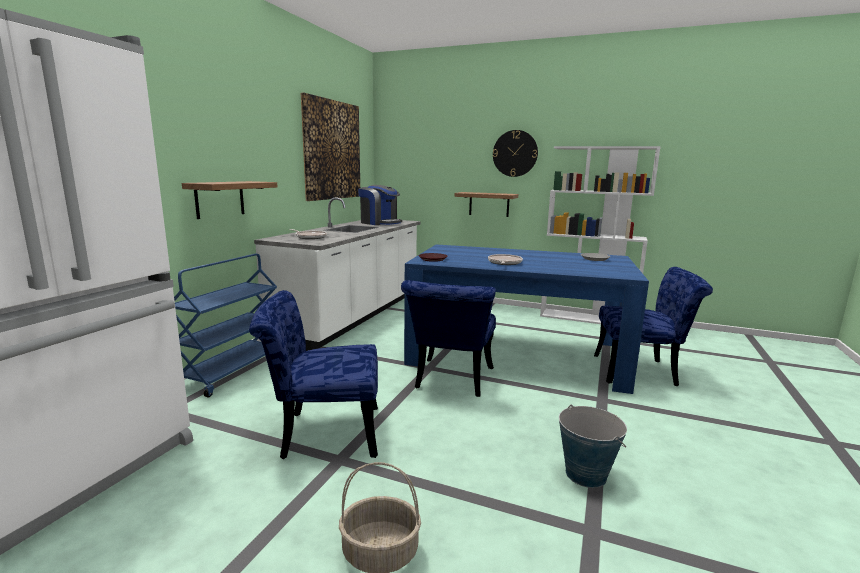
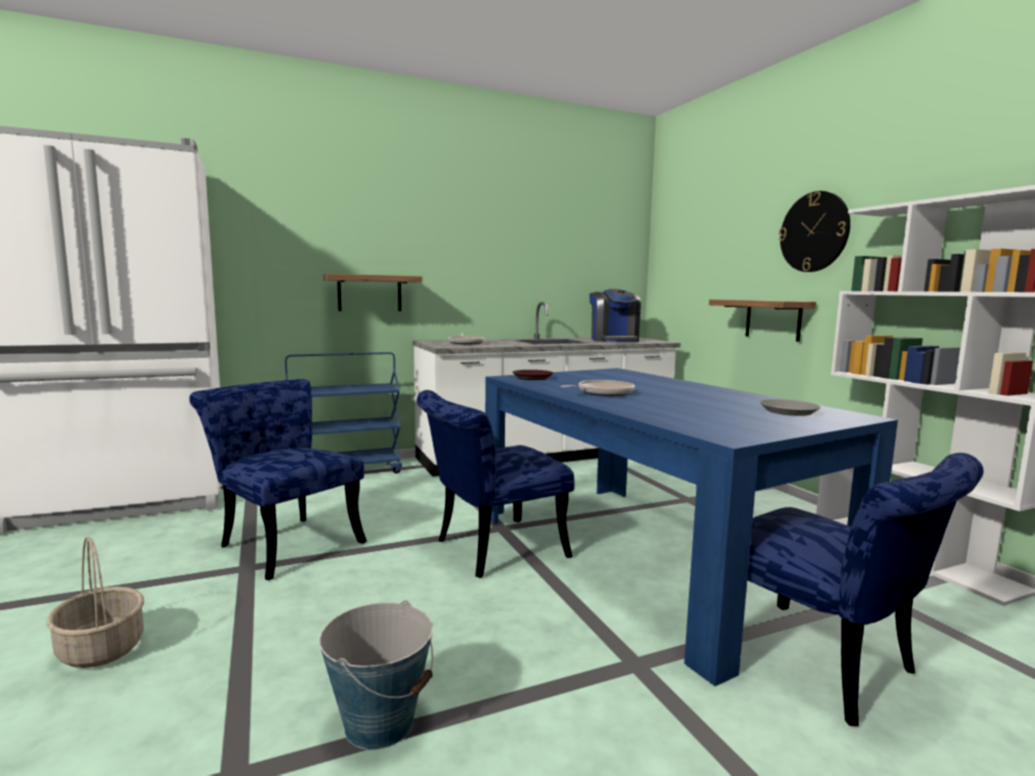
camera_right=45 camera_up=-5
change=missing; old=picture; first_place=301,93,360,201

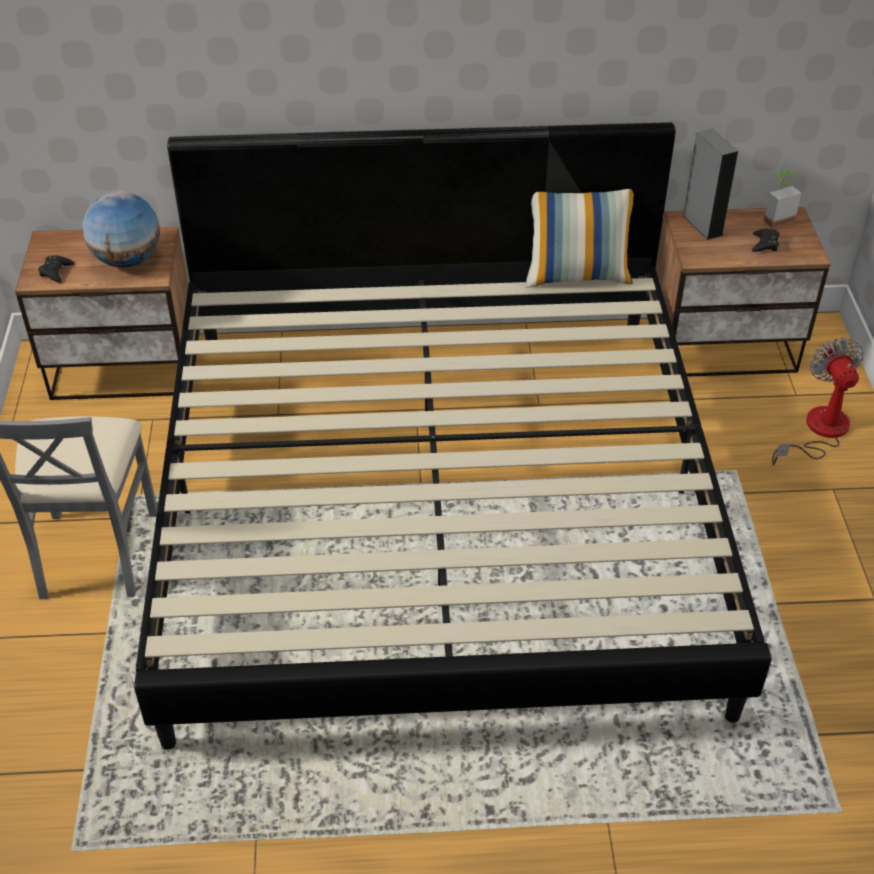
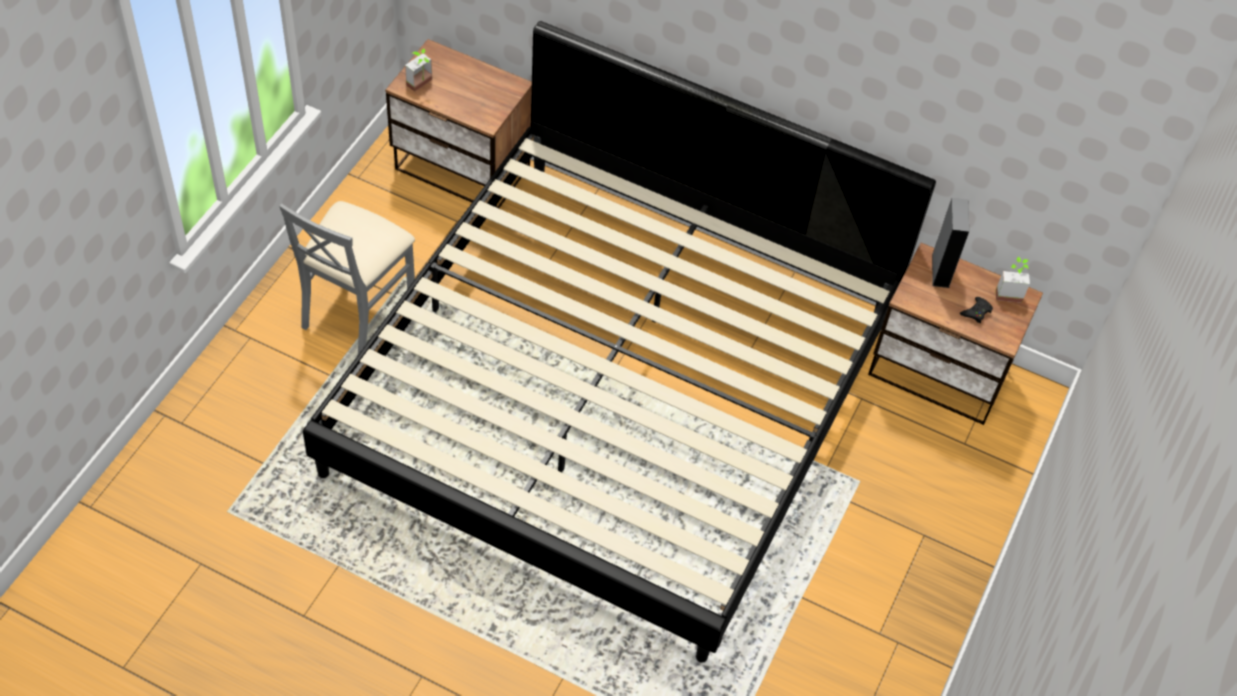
camera_right=25 camera_up=10
change=exchanged; old=game controller in black; new=potted plant; first_place=38,255,74,283; second_place=405,49,432,92
change=missing; old=globe; first_place=83,191,160,267
change=missing; old=pillow; first_place=526,189,634,288
change=missing; old=fan; first_place=772,338,863,465

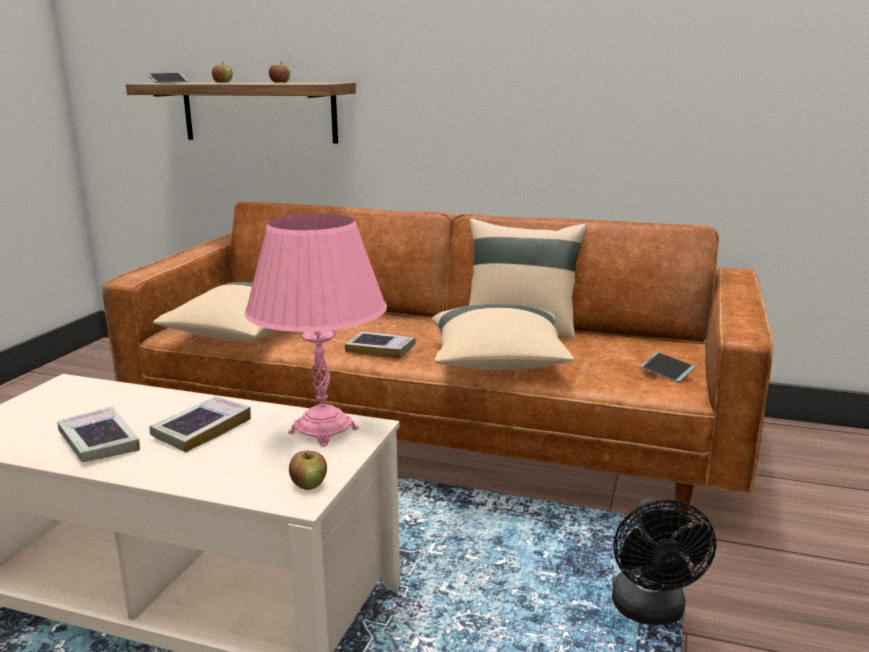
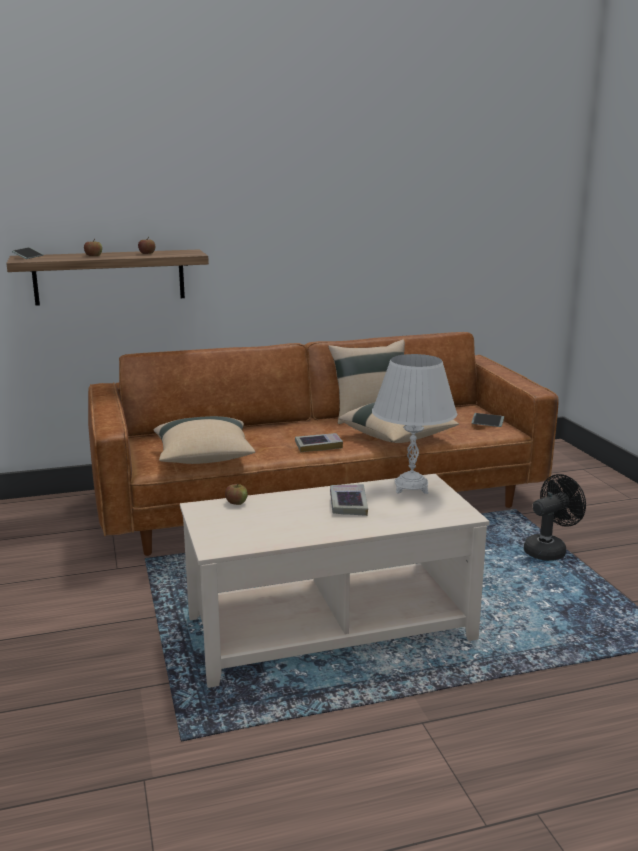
camera_right=-35 camera_up=0
change=missing; old=book; first_place=57,407,140,462
change=colour; old=table lamp in pink; new=table lamp in white; first_place=245,213,387,447; second_place=372,354,457,494
change=relocated; old=apple; first_place=289,451,327,490; second_place=225,484,248,505
change=spun; old=fan in black; first_place=612,498,716,625; second_place=524,474,586,561; degrees=-90

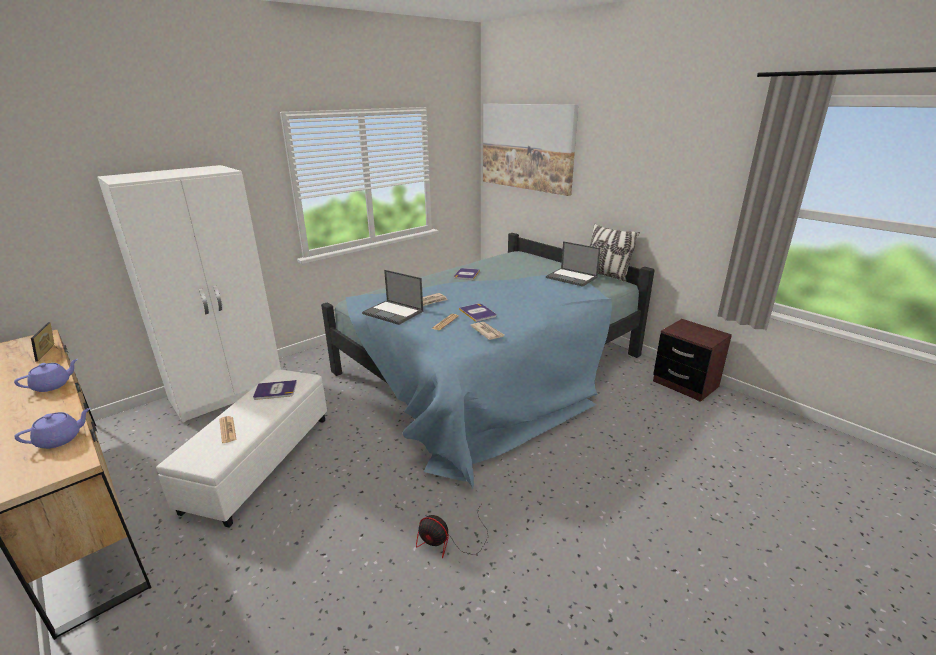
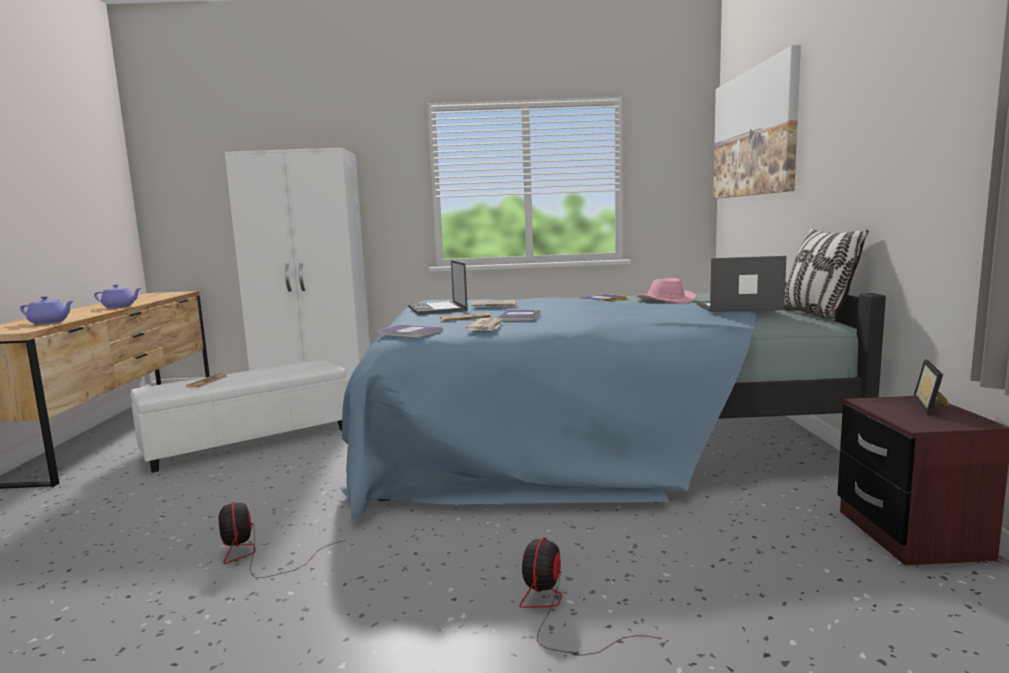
camera_right=40 camera_up=-15
change=relocated; old=picture frame; first_place=31,322,59,361; second_place=913,360,949,415
change=relocated; old=book; first_place=253,380,297,400; second_place=376,325,443,338
change=spun; old=laptop; first_place=546,241,601,287; second_place=697,256,787,312; degrees=105
change=appeared; new=fan; second_place=520,537,662,656
change=appeared; new=hat in pink; second_place=636,278,697,304

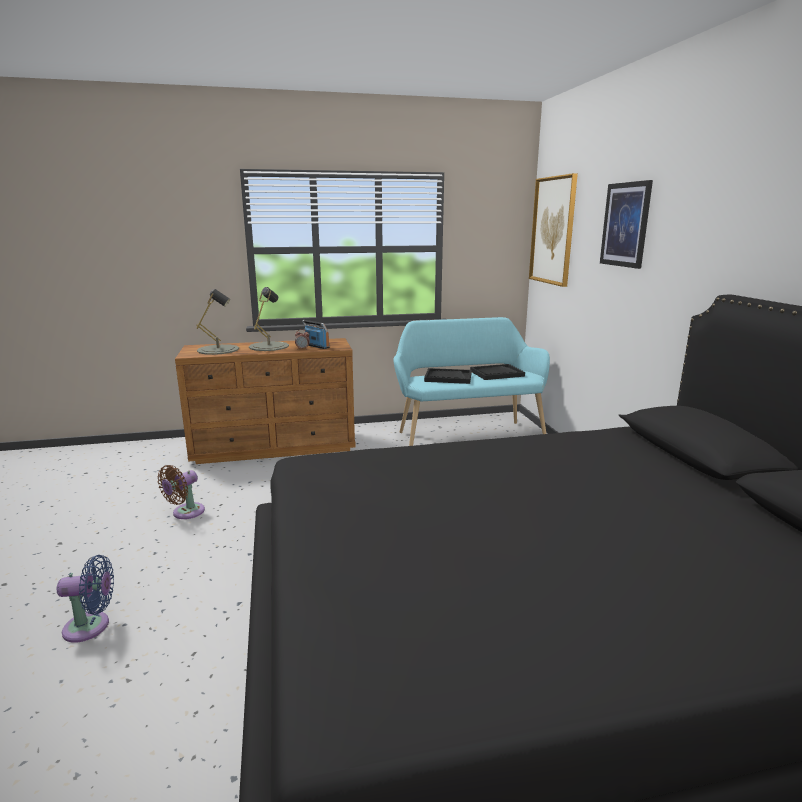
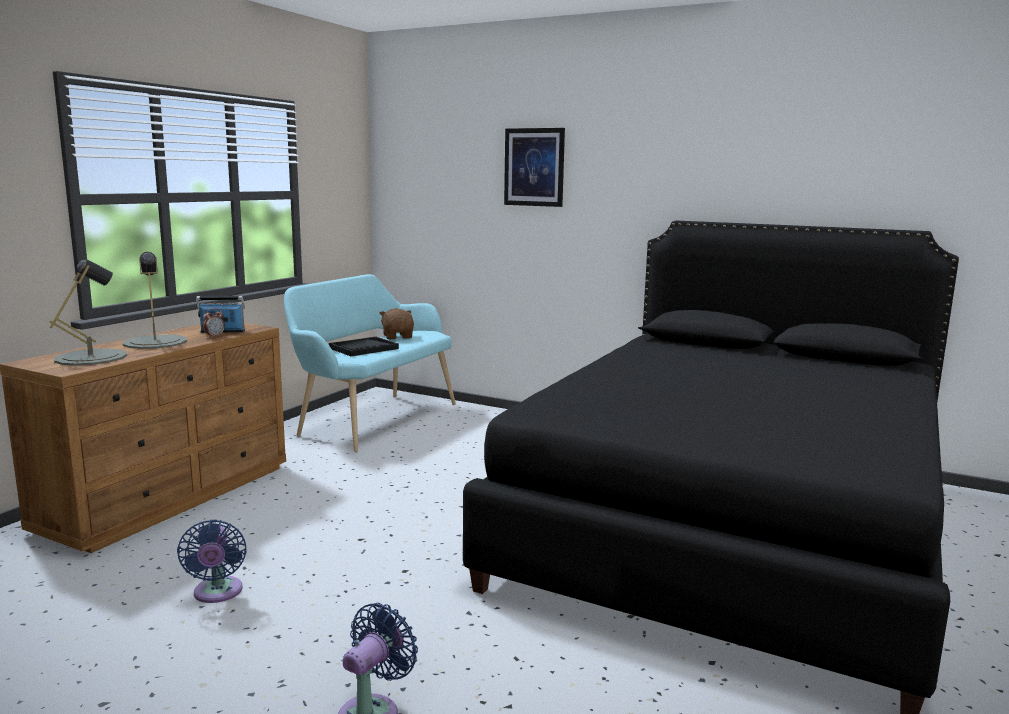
camera_right=-50 camera_up=-5
change=colour; old=fan in brown; new=fan in blue; first_place=157,465,205,519; second_place=177,520,247,603
change=exchanged; old=tray in black; new=plush toy in brown; first_place=470,364,525,380; second_place=380,308,414,339
change=missing; old=picture; first_place=529,173,578,287

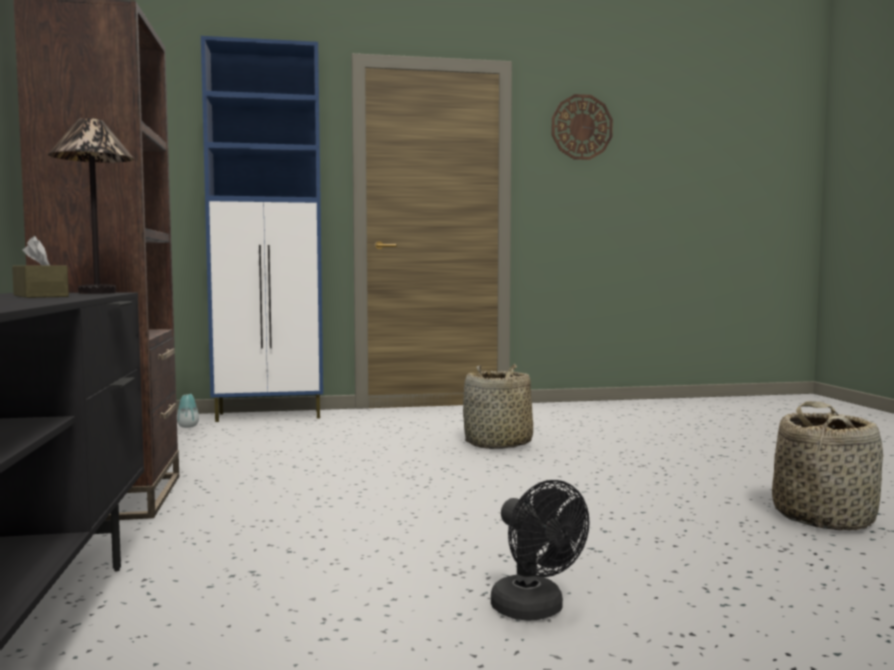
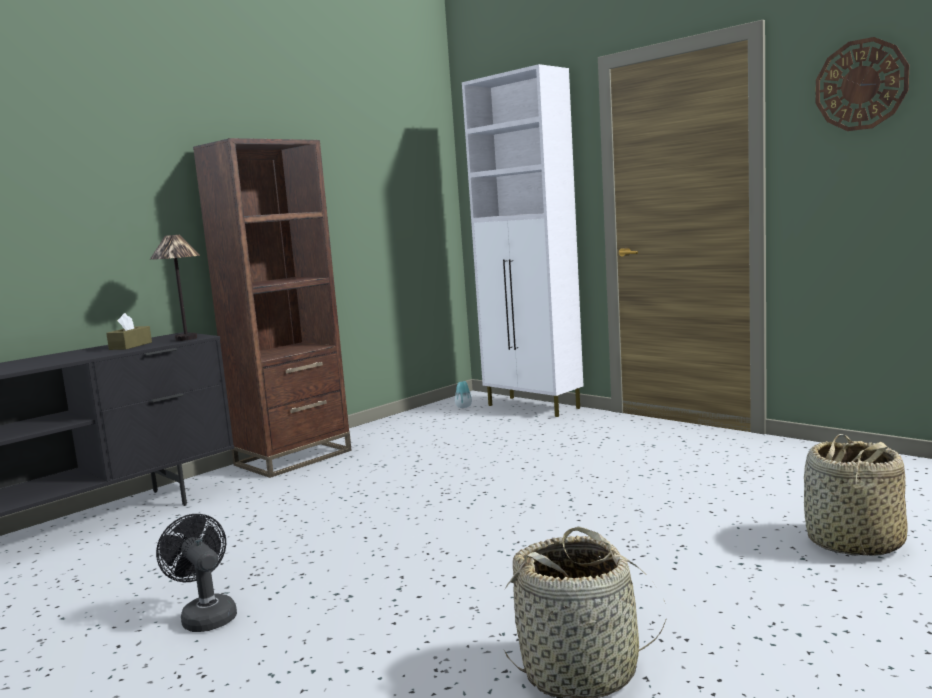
camera_right=55 camera_up=5
change=colour; old=cabinet in blue; new=cabinet in white; first_place=201,36,323,422; second_place=462,64,583,417
change=relocated; old=basket; first_place=463,364,533,449; second_place=804,434,908,556
change=spun; old=fan in black; first_place=491,480,589,620; second_place=156,514,237,632; degrees=120

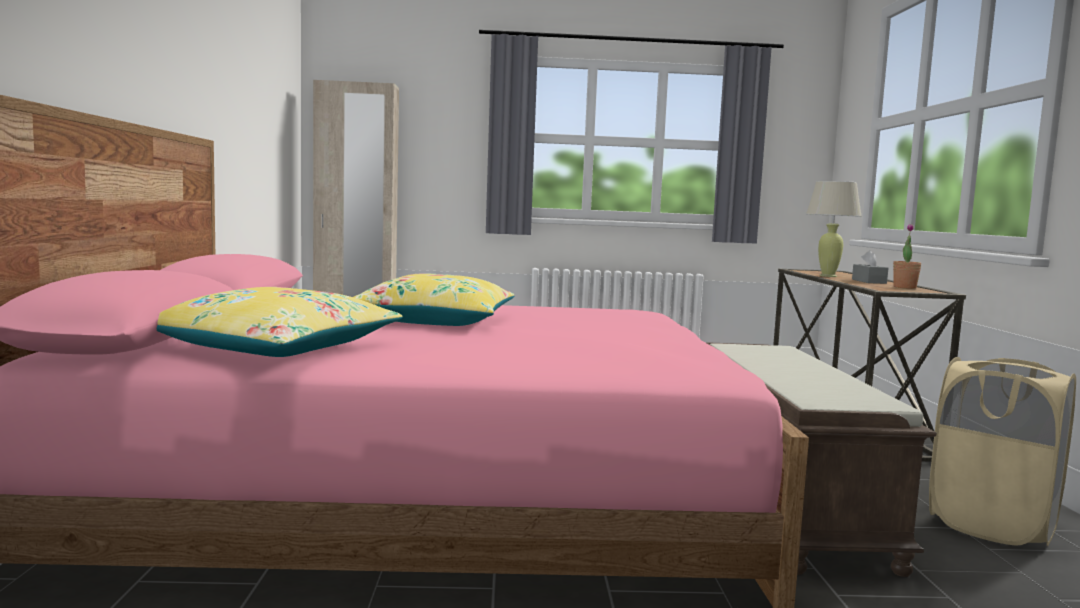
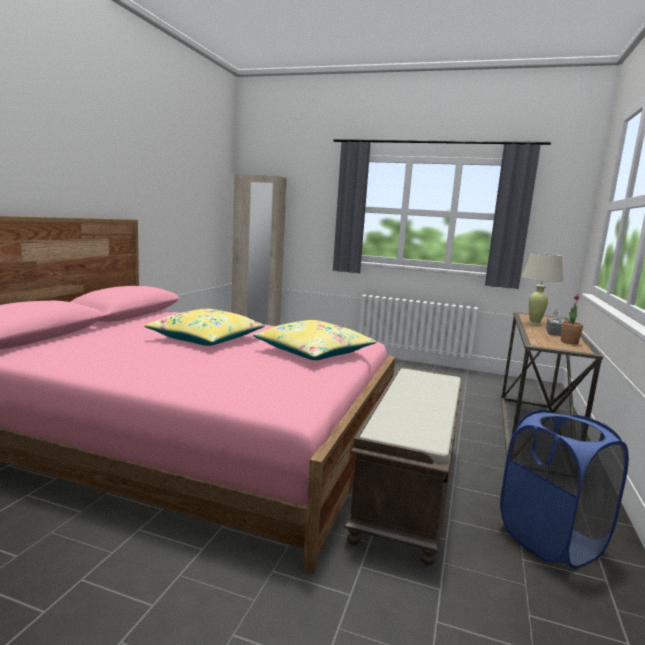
camera_right=20 camera_up=5
change=relocated; old=pillow in yellow; first_place=157,287,402,357; second_place=253,320,377,360
change=colour; old=laundry basket in beige; new=laundry basket in blue; first_place=929,357,1076,546; second_place=500,409,629,569

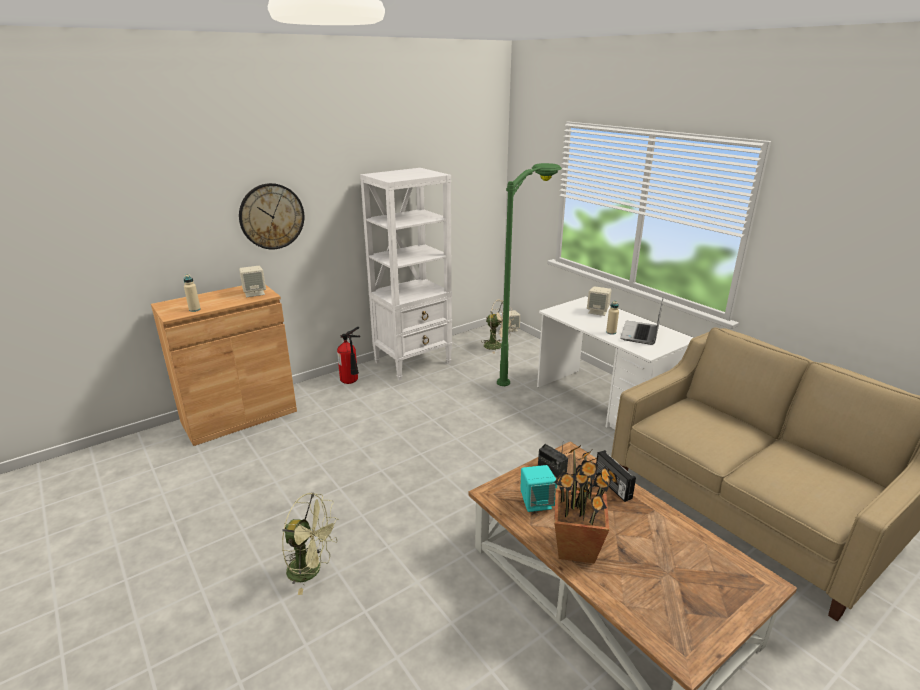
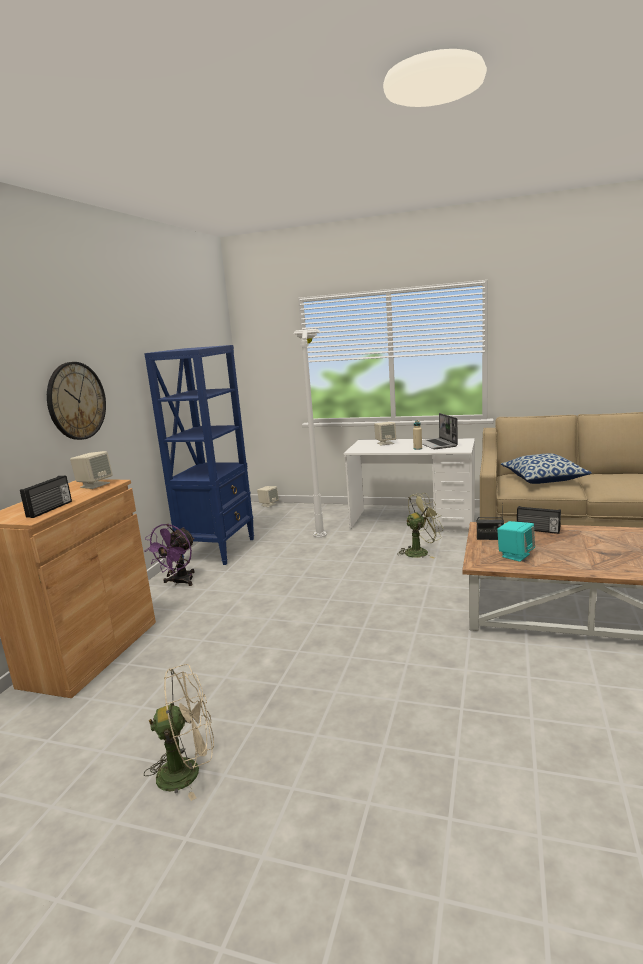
camera_right=-35 camera_up=-10
change=exchanged; old=bottle in beige; new=radio; first_place=184,274,201,312; second_place=20,476,72,518
change=relocated; old=fan in green; first_place=282,493,339,595; second_place=397,493,444,559
change=exchanged; old=fire extinguisher; new=fan in purple; first_place=337,327,360,384; second_place=144,524,195,586
change=colour; old=bookcase in white; new=bookcase in blue; first_place=360,168,452,381; second_place=144,345,254,565
change=relocated; old=fan in beige; first_place=482,300,514,354; second_place=144,664,214,801
change=colour; old=floor lamp in green; new=floor lamp in white; first_place=497,163,562,386; second_place=293,329,327,538
change=missing; old=potted plant; first_place=554,444,618,563
change=appeared; new=pillow; second_place=501,453,592,484

